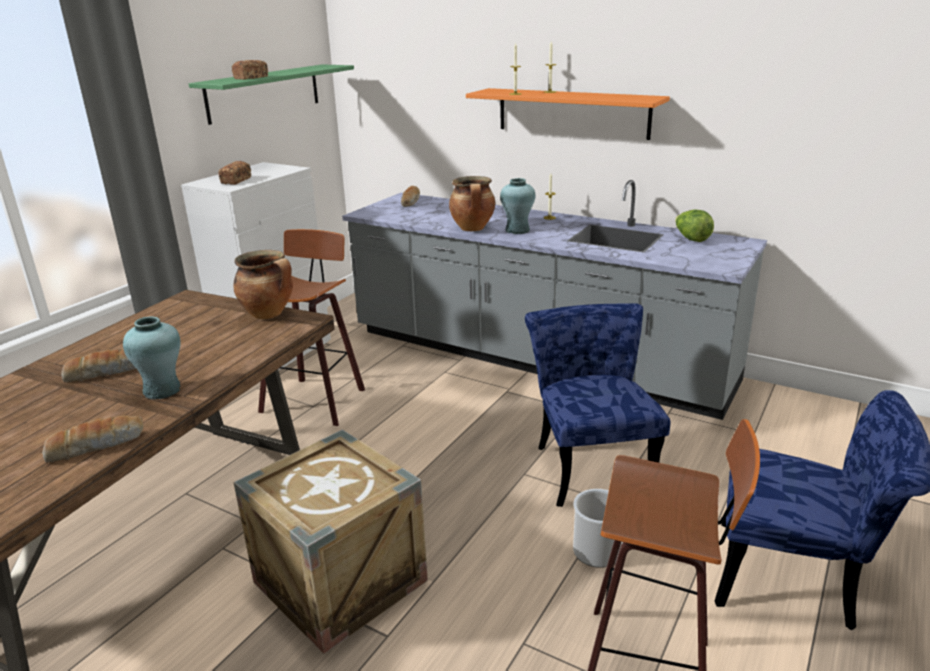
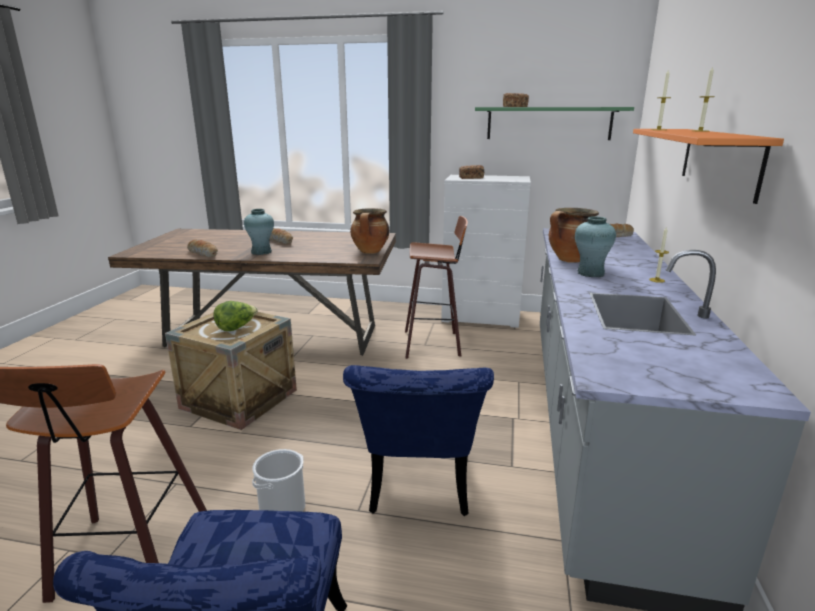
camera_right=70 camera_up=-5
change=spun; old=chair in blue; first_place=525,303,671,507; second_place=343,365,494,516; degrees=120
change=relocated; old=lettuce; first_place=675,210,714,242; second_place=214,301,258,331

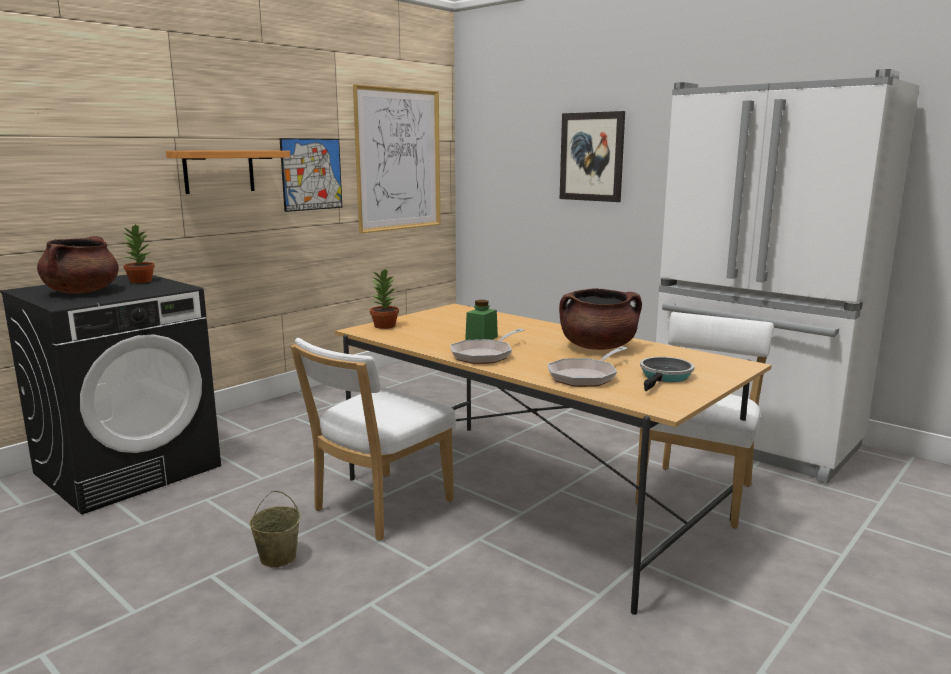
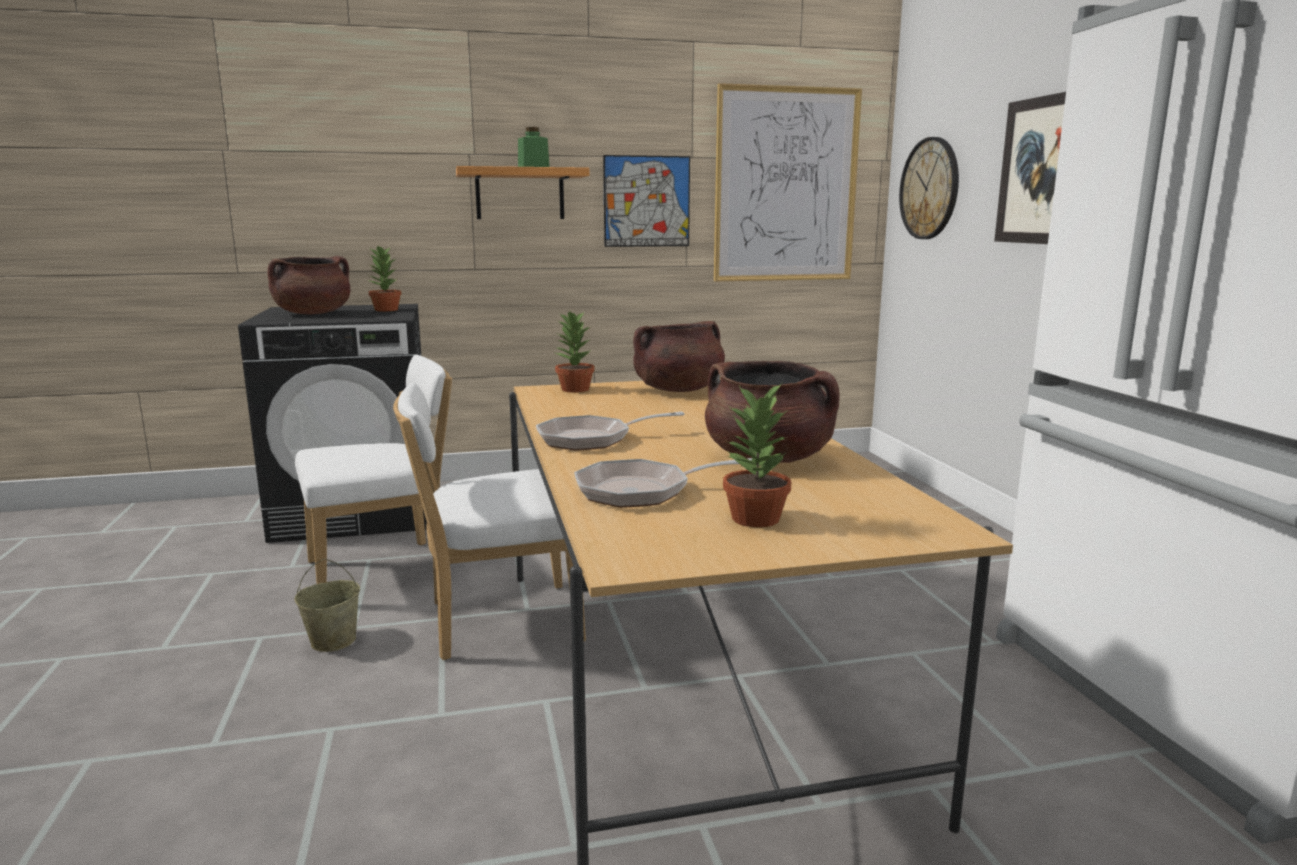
camera_right=35 camera_up=0
change=relocated; old=jar in green; first_place=465,300,498,340; second_place=518,127,550,167
change=relocated; old=chair in white; first_place=635,312,774,528; second_place=295,355,452,584
change=exchanged; old=frying pan; new=potted plant; first_place=640,357,694,391; second_place=723,383,791,527
change=appeared; new=cooking pot in brown; second_place=633,321,725,392
change=appeared; new=wall clock; second_place=899,137,959,239

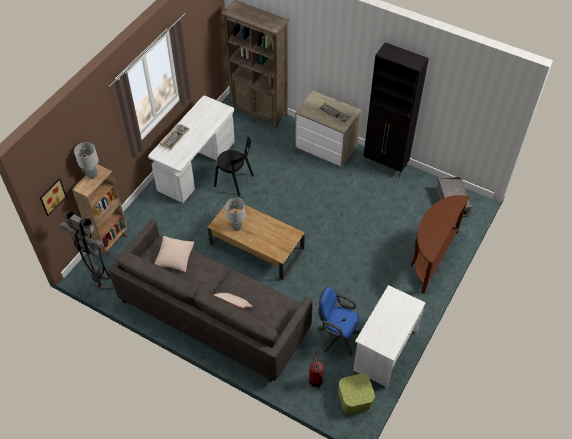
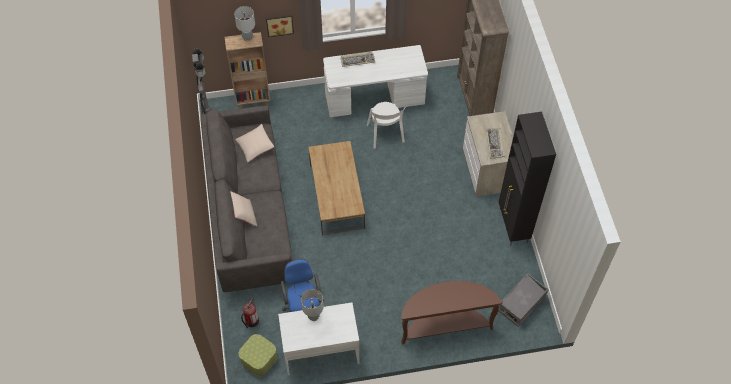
camera_right=50 camera_up=5
change=relocated; old=picture; first_place=40,178,67,216; second_place=266,15,294,37
change=colour; old=chair in black; new=chair in white; first_place=214,137,254,197; second_place=367,102,407,149
change=relocated; old=table lamp in grey; first_place=225,198,245,231; second_place=301,289,324,321

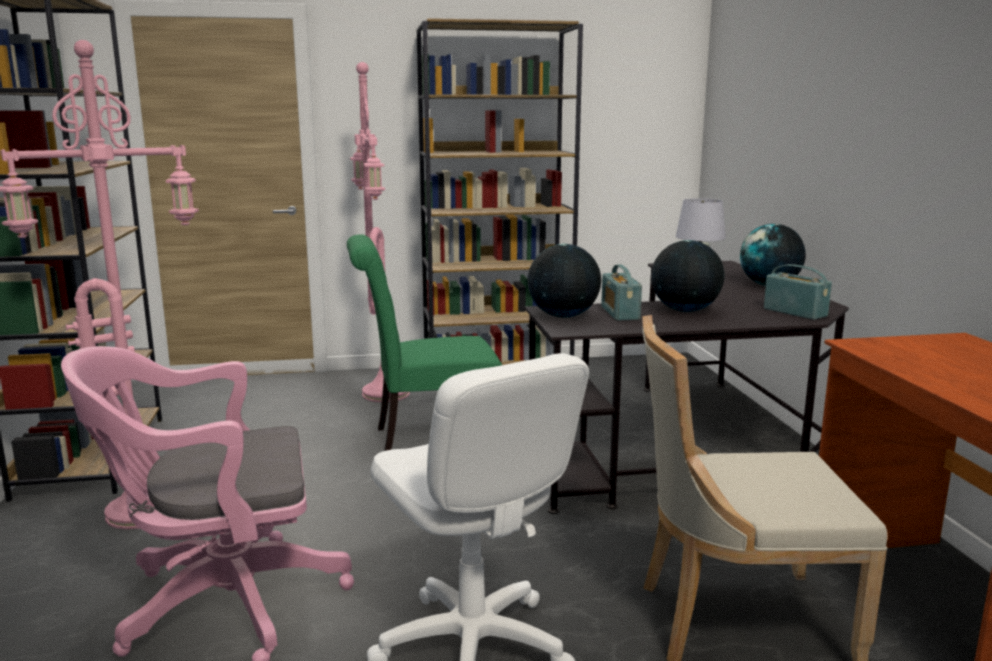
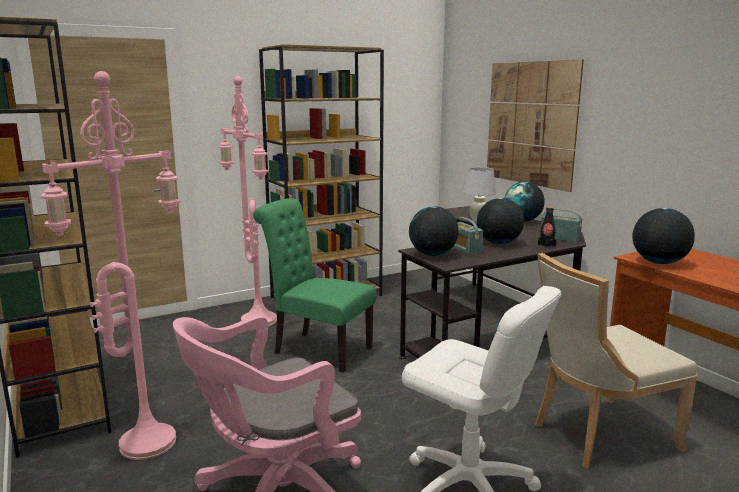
camera_right=-20 camera_up=0
change=spun; old=chair in green; first_place=347,234,502,451; second_place=253,198,376,372; degrees=60
change=appeared; new=picture; second_place=487,59,584,192
change=appeared; new=bottle in black; second_place=538,207,556,248
change=appeared; new=globe; second_place=632,208,695,264

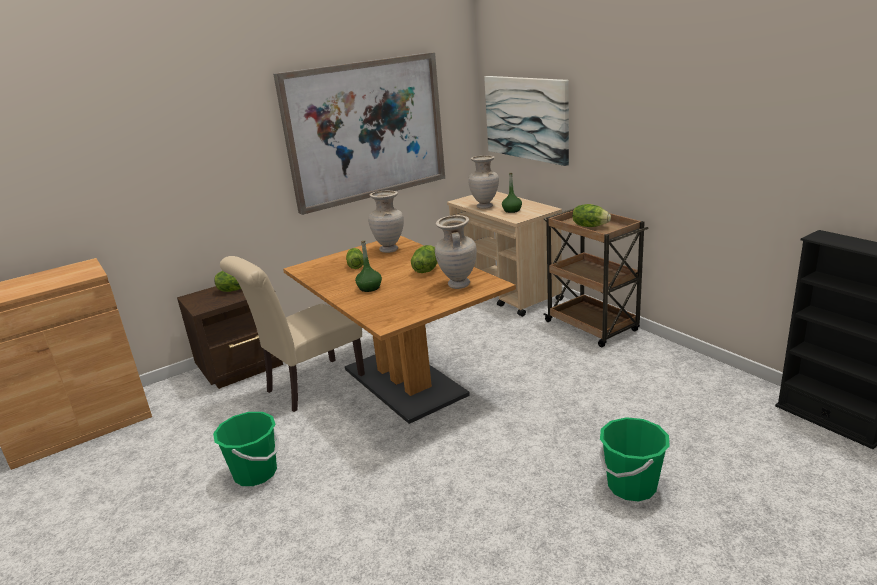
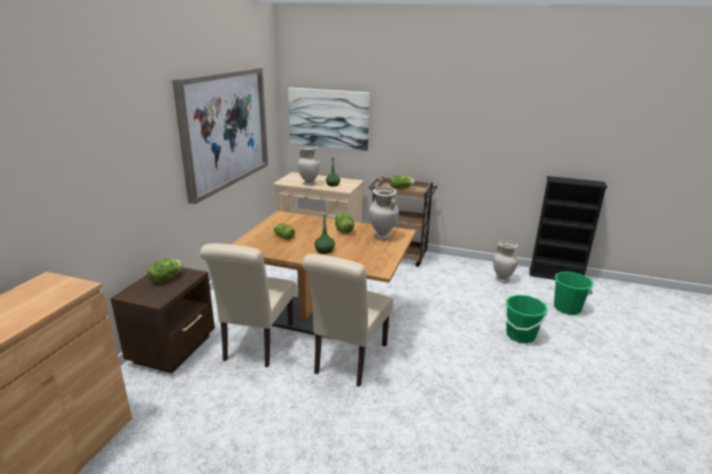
camera_right=-40 camera_up=0
change=relocated; old=bucket in green; first_place=213,412,279,486; second_place=554,272,594,315
change=relocated; old=vase in beige; first_place=368,191,404,253; second_place=493,241,518,283
change=appeared; new=chair in beige; second_place=302,254,393,387

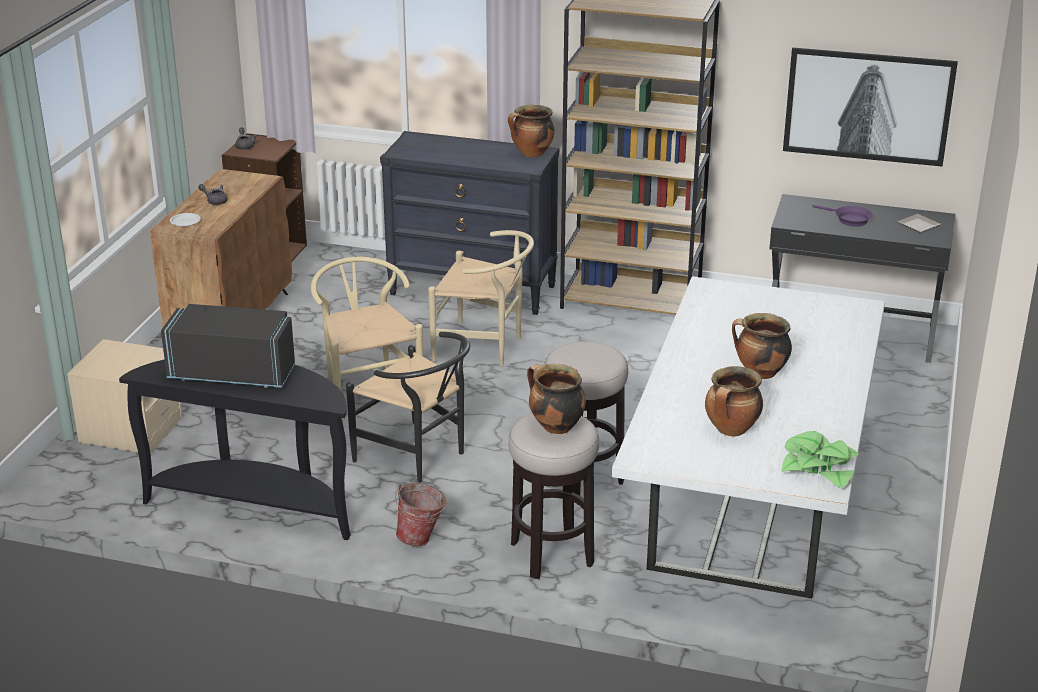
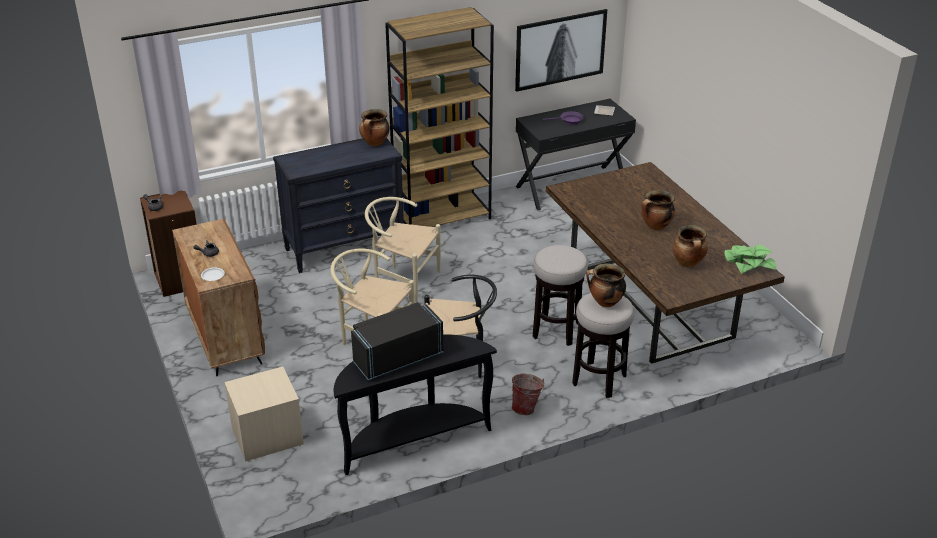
camera_right=-40 camera_up=5
change=spun; old=chair in beige; first_place=428,230,534,366; second_place=365,197,441,303; degrees=-135
change=colour; old=dining table in white; new=dining table in brown; first_place=612,276,885,599; second_place=546,162,785,364

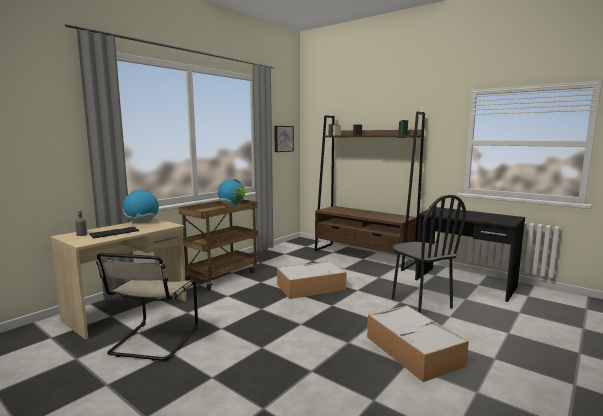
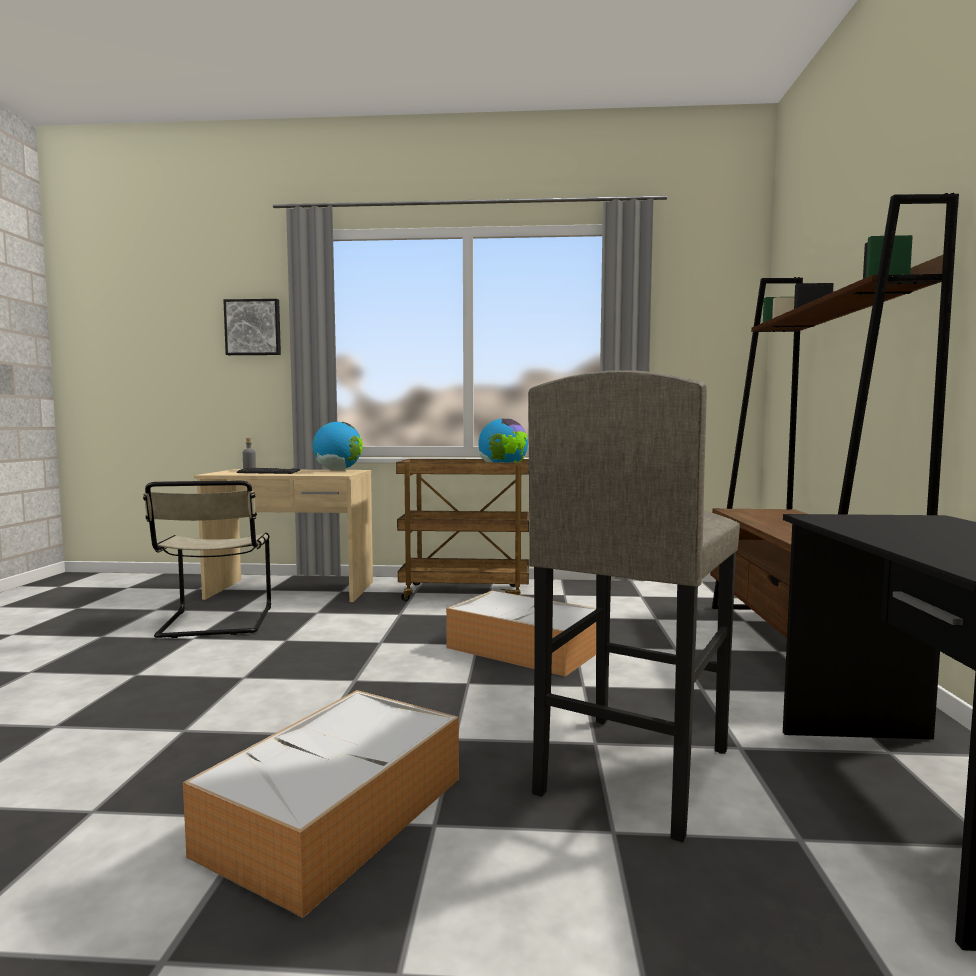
camera_right=55 camera_up=-5
change=spun; old=chair in beige; first_place=96,253,198,361; second_place=143,481,271,638; degrees=-75
change=relocated; old=picture; first_place=274,126,294,152; second_place=223,299,281,355
change=exchanged; old=chair in black; new=stool in grey; first_place=392,194,466,313; second_place=528,370,740,842

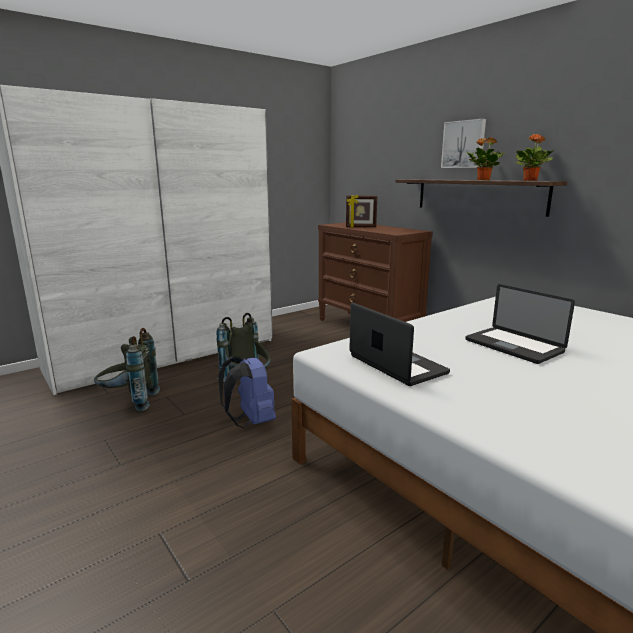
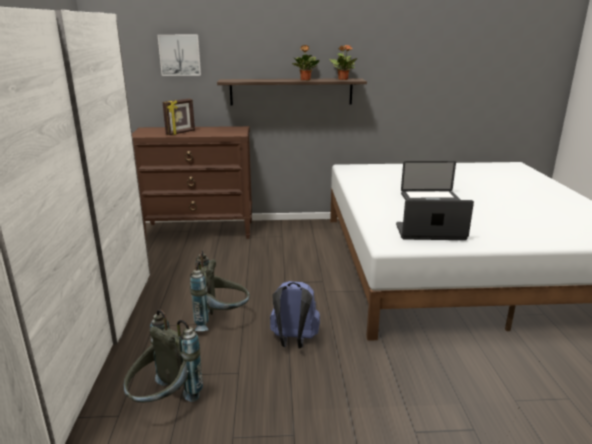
camera_right=-55 camera_up=5
change=relocated; old=picture; first_place=441,119,486,168; second_place=158,35,201,76

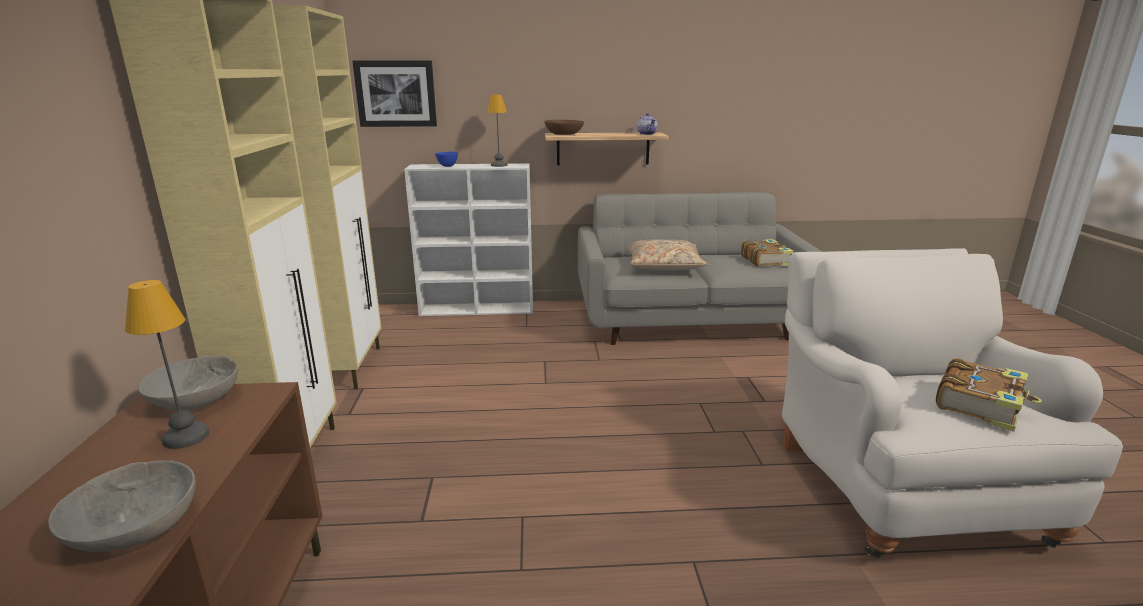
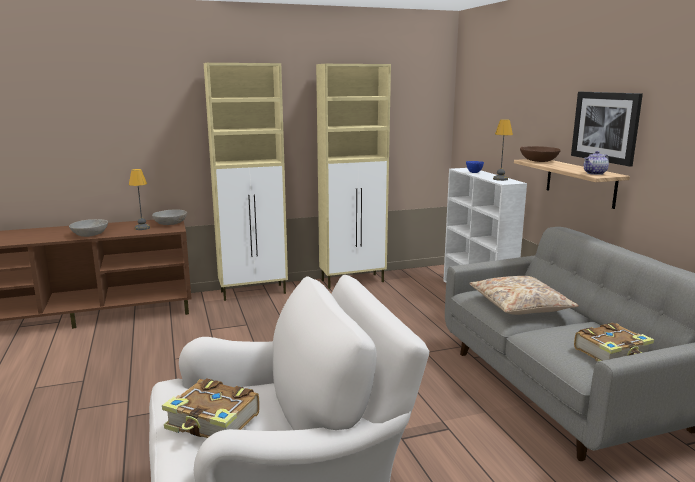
camera_right=75 camera_up=-5
change=relocated; old=picture; first_place=352,60,437,127; second_place=571,92,643,166

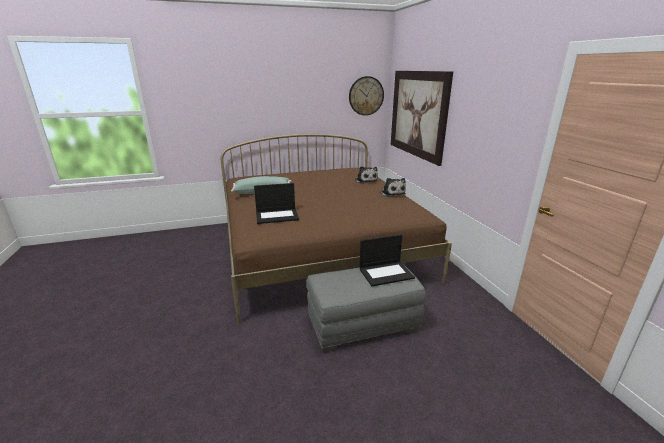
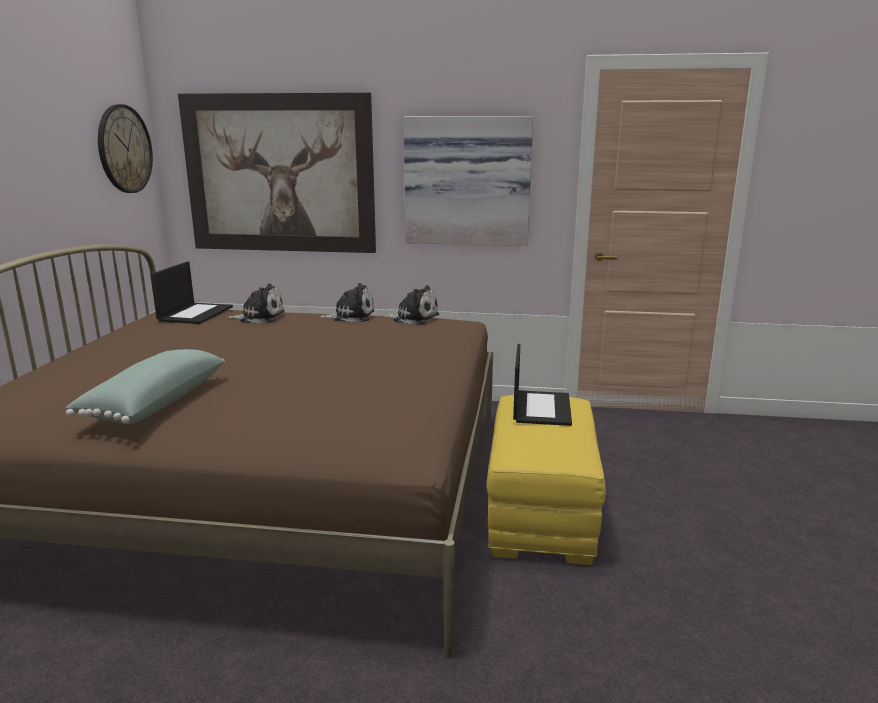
camera_right=-65 camera_up=-5
change=relocated; old=laptop; first_place=254,183,299,224; second_place=150,261,233,324
change=colour; old=ottoman in grey; new=ottoman in yellow; first_place=306,265,426,352; second_place=487,395,606,565
change=appeared; new=plush toy; second_place=383,285,439,324
change=appeared; new=picture; second_place=404,116,533,246

